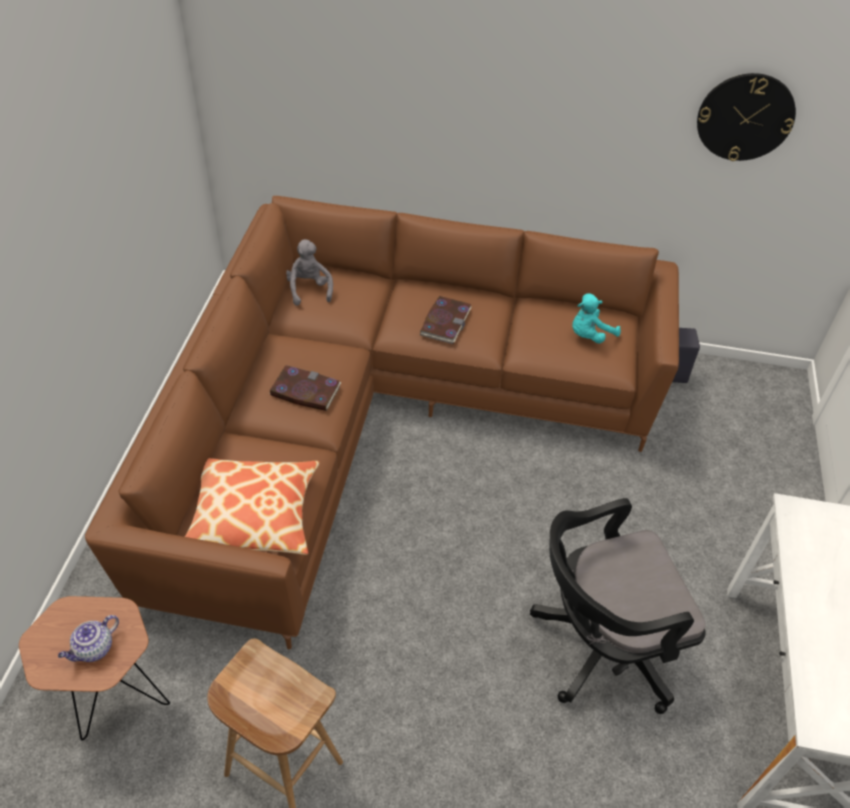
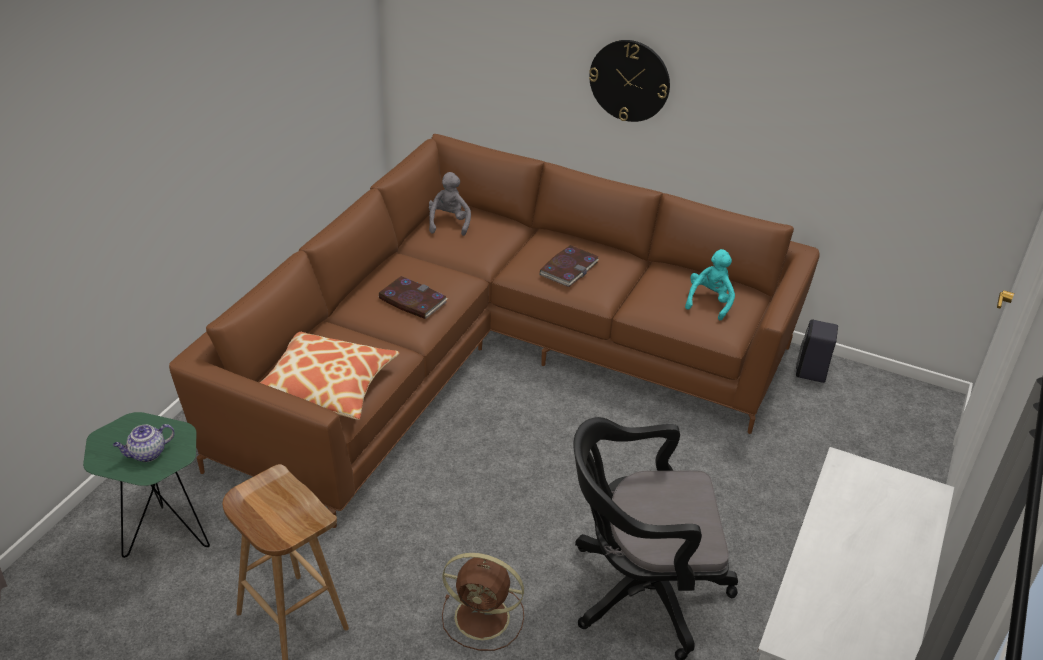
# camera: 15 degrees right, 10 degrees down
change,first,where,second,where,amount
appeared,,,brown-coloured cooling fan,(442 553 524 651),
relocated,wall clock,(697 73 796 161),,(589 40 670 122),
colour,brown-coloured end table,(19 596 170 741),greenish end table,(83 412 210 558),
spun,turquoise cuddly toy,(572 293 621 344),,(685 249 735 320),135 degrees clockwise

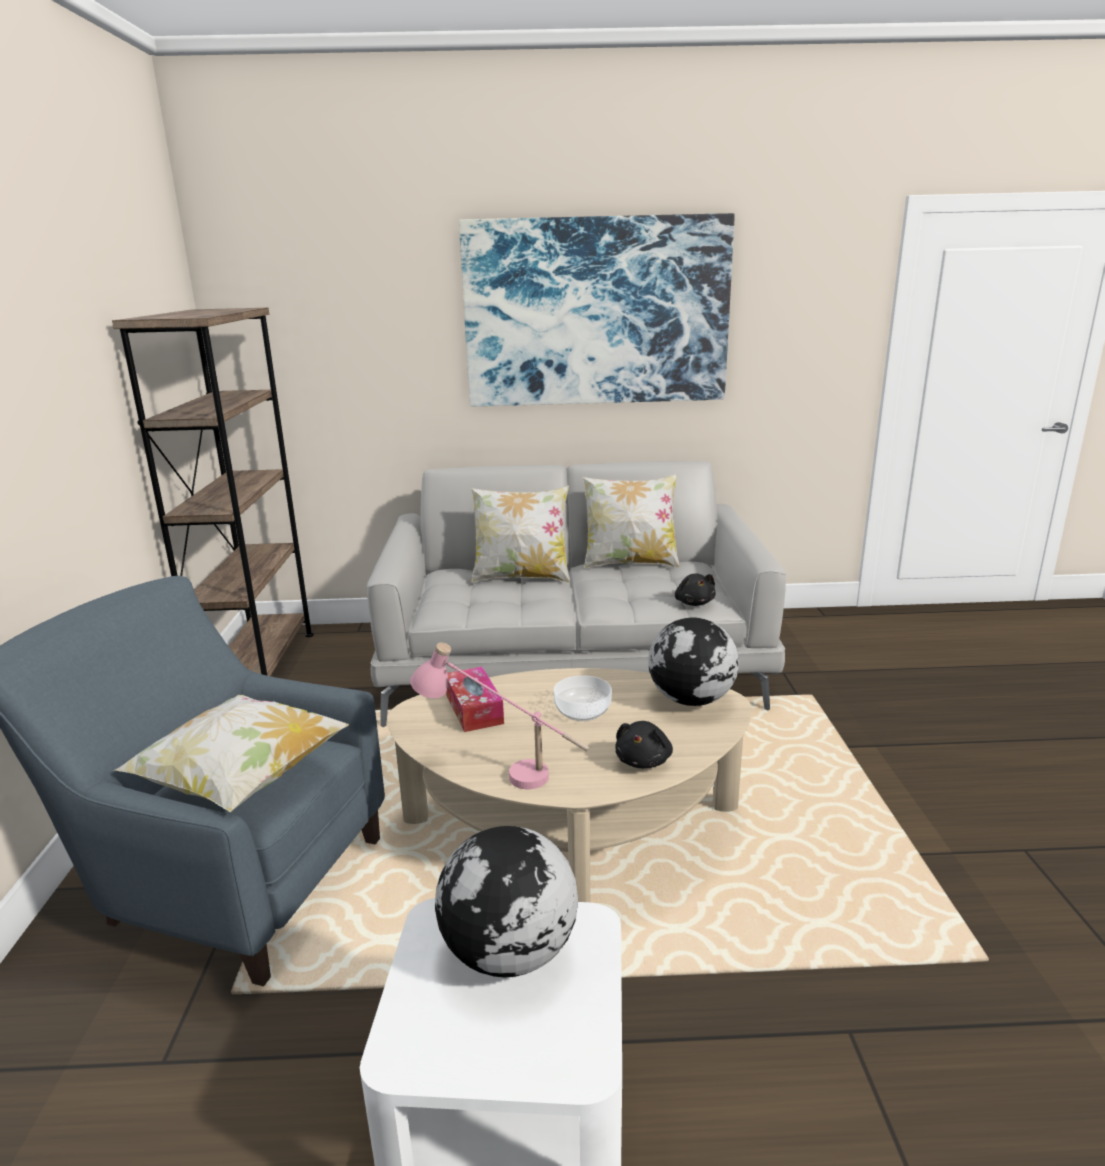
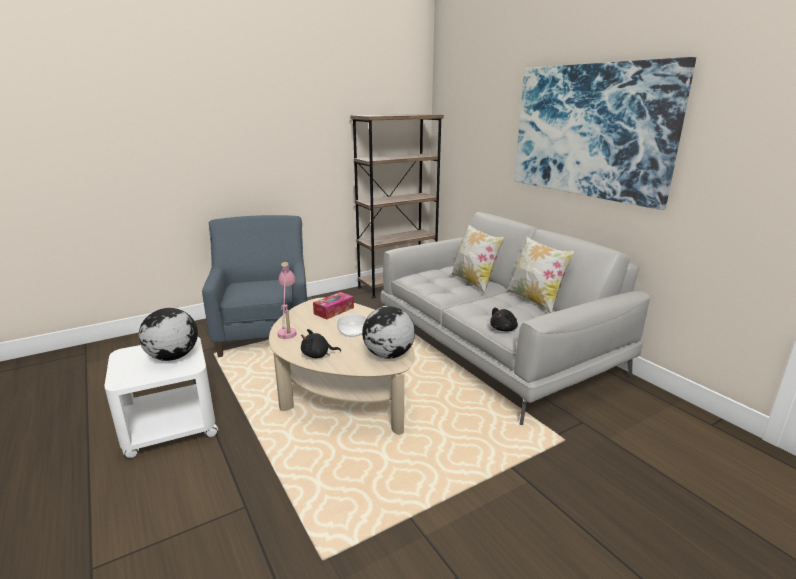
# camera: 60 degrees right, 0 degrees up
change,first,where,second,where,amount
missing,throw pillow,(114 695 349 812),,,

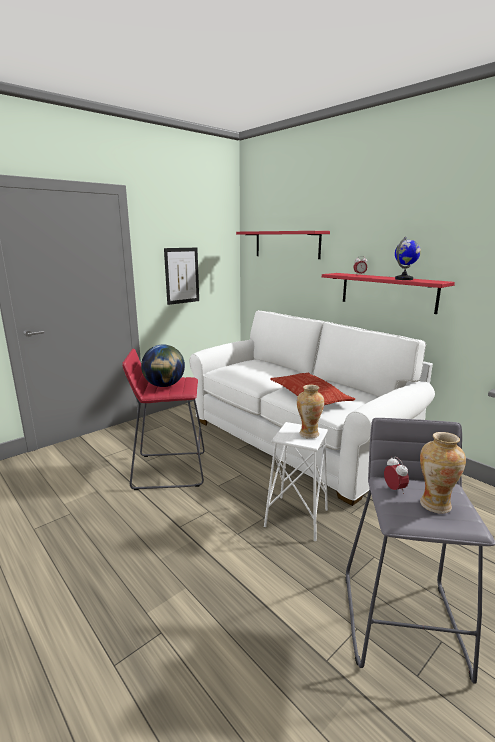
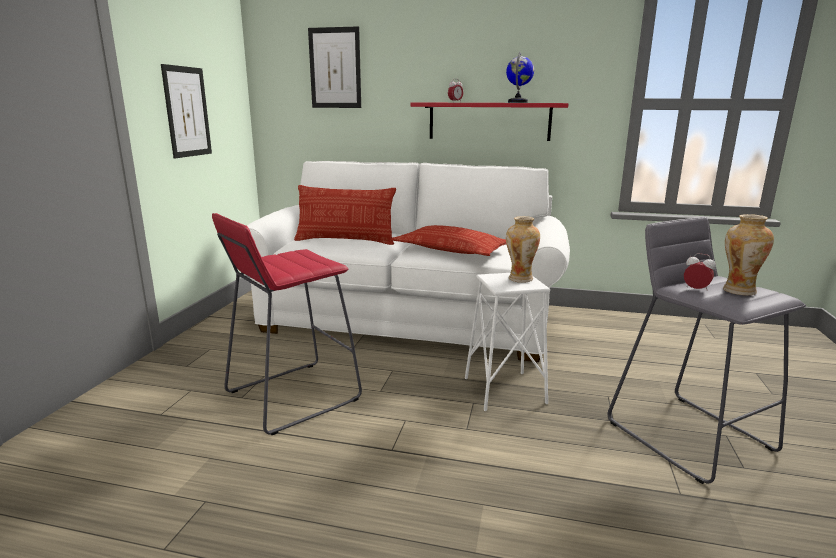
# camera: 35 degrees left, 0 degrees up
change,first,where,second,where,amount
missing,desk globe,(141 344 185 387),,,
appeared,,,throw pillow,(294 185 396 245),
exchanged,red bracket shelf,(236 231 330 259),picture,(308 26 361 108),

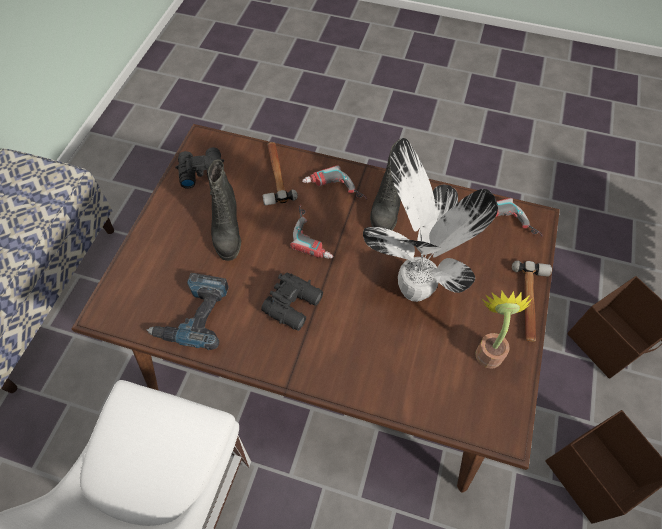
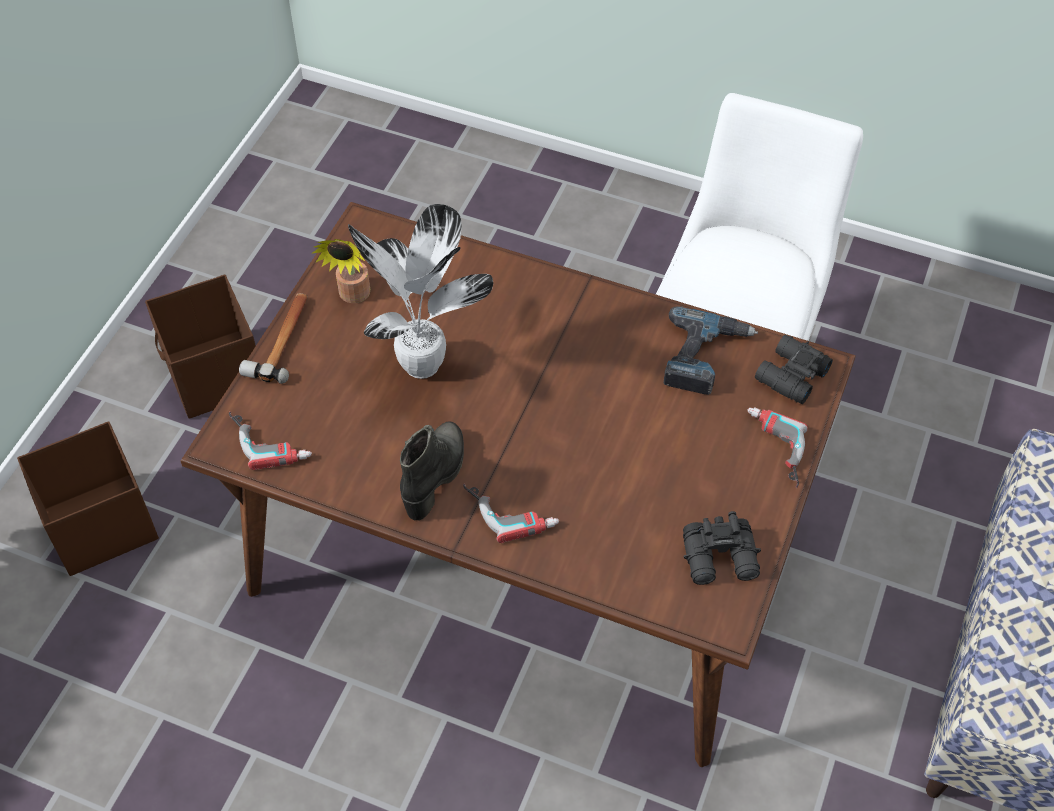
# camera: 175 degrees left, 5 degrees down
change,first,where,second,where,amount
missing,black-coloured boot,(208 159 241 261),,,
missing,hand hammer,(262 142 298 205),,,
relocated,black-coloured field glasses,(261 272 323 331),,(755 335 833 404),
relocated,power drill,(290 205 333 259),,(747 407 808 488),

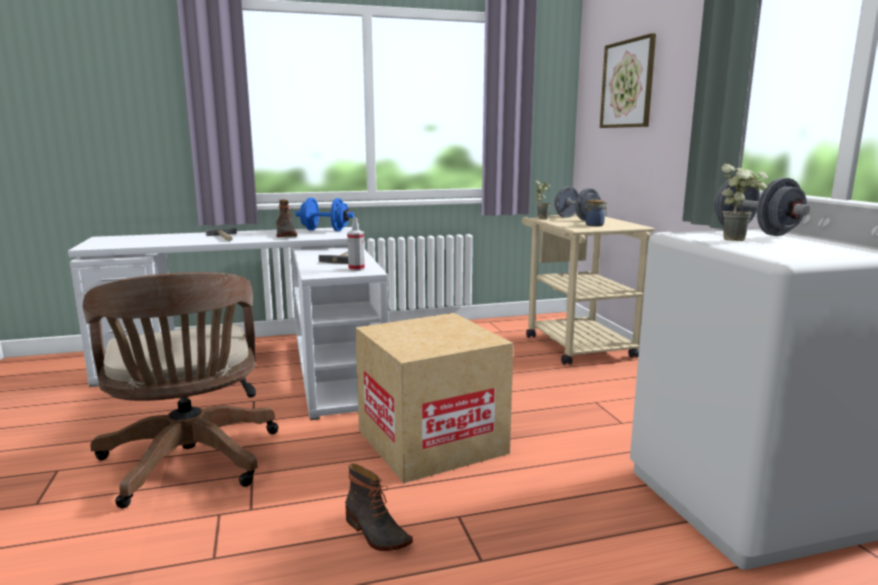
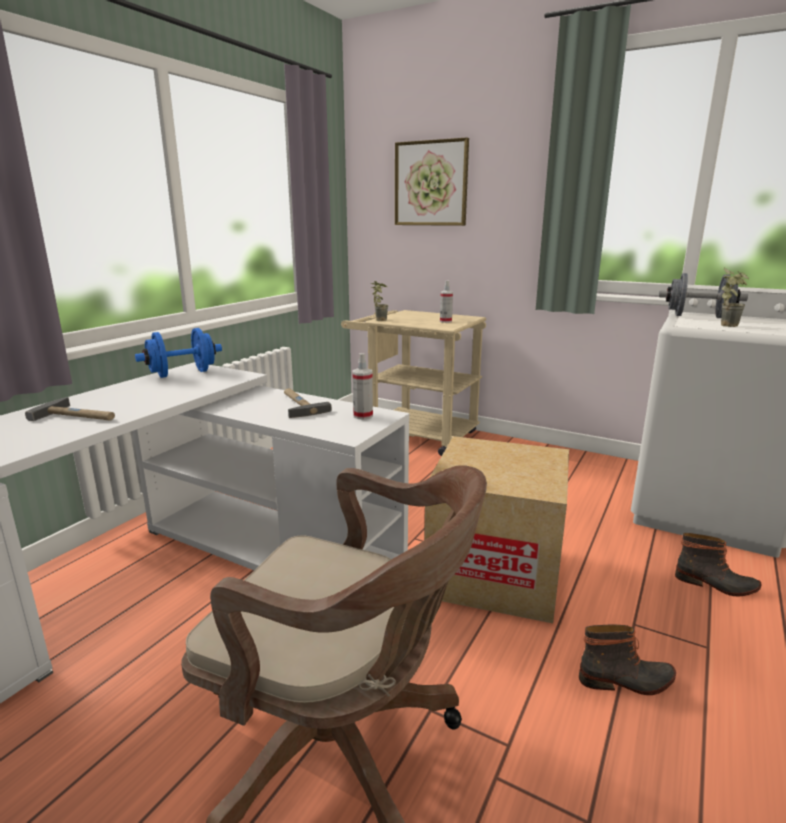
# camera: 45 degrees left, 5 degrees up
change,first,where,second,where,amount
missing,grey dumbbell,(554 186 601 221),,,
relocated,boot,(276 199 297 237),,(675 533 762 596),
exchanged,jar,(585 200 607 227),spray bottle,(440 281 453 323),

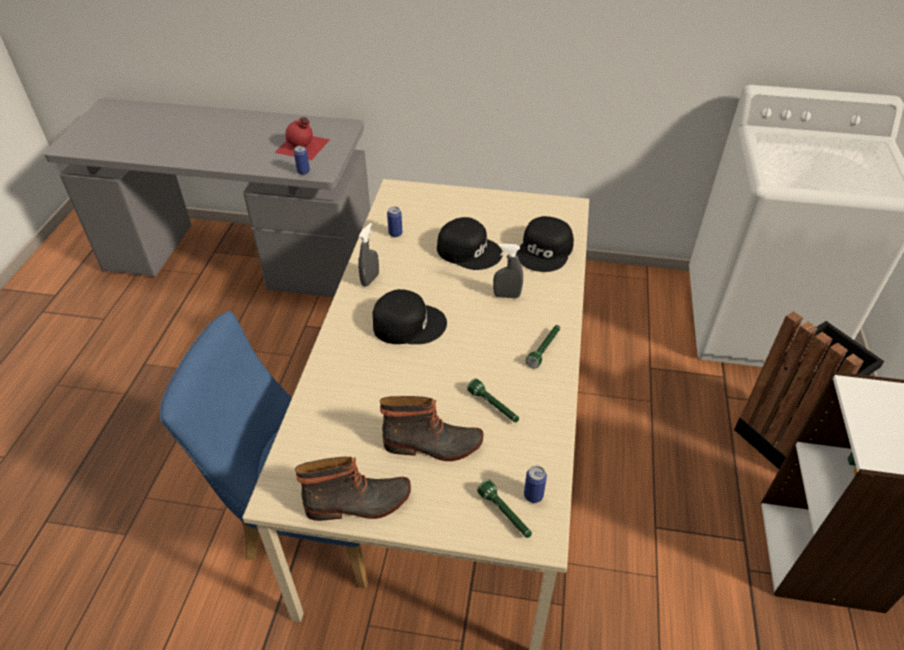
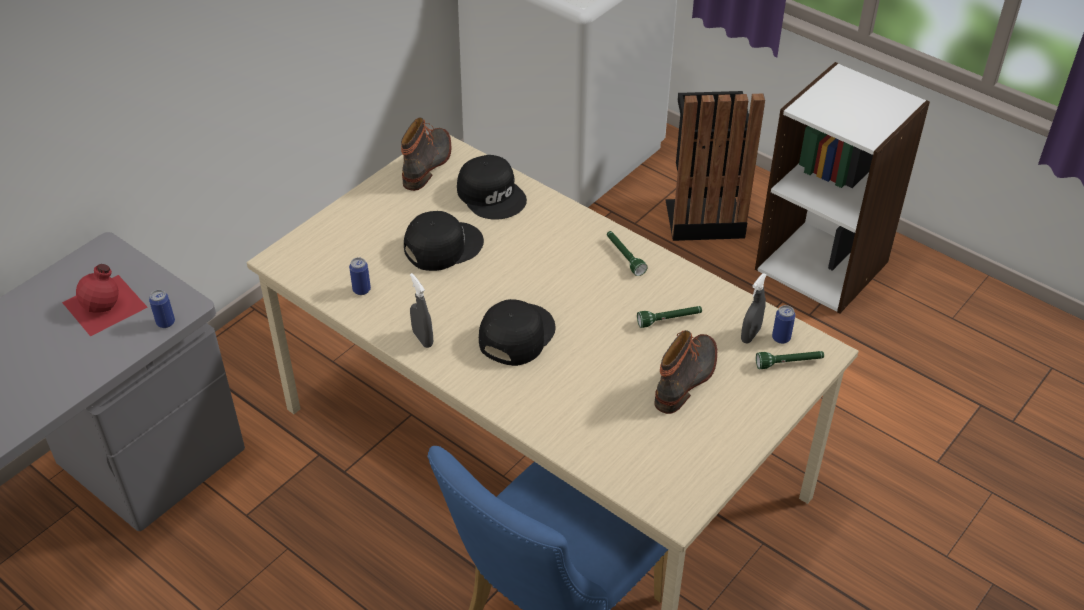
# camera: 60 degrees left, 0 degrees up
change,first,where,second,where,amount
relocated,boot,(295 457 411 521),,(401 117 451 191),
relocated,grey spray bottle,(493 244 523 298),,(741 273 767 344),

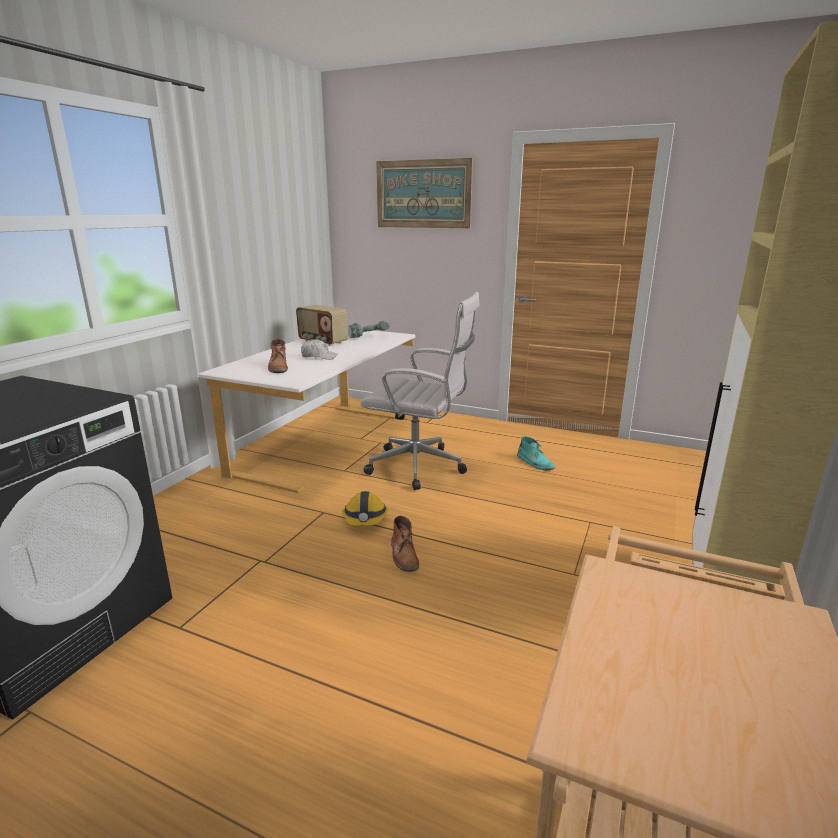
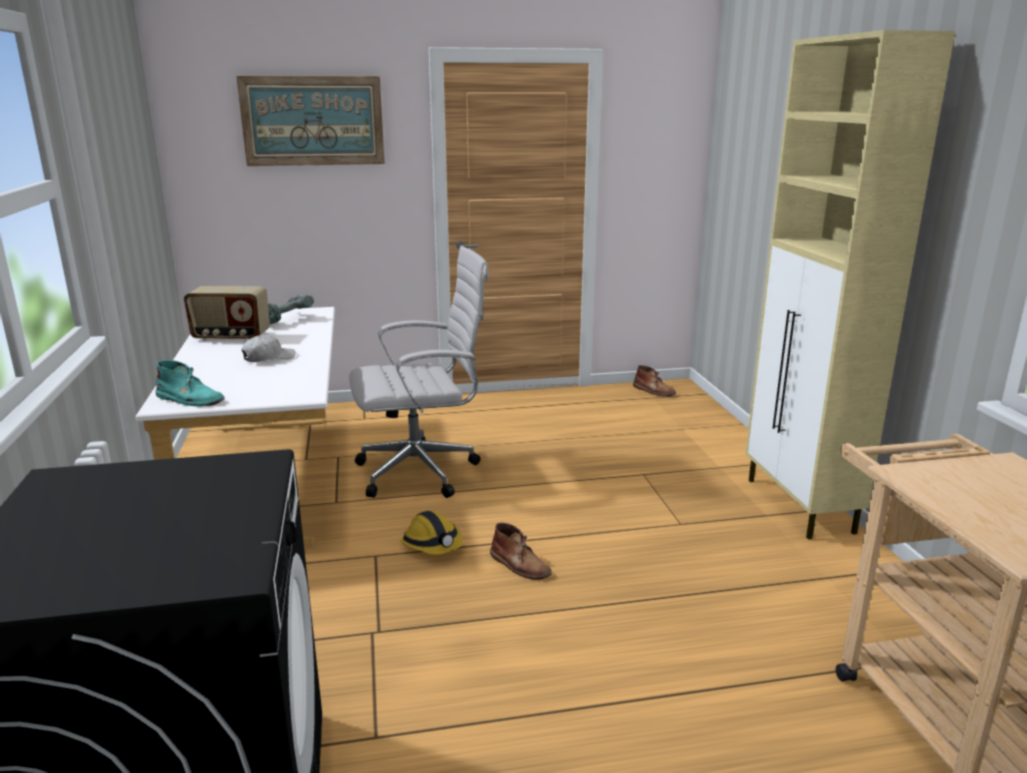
# camera: 35 degrees left, 0 degrees up
change,first,where,second,where,amount
relocated,brown-coloured boot,(268 339 288 373),,(633 365 676 397),
relocated,turquoise boot,(517 436 555 471),,(155 360 225 407),

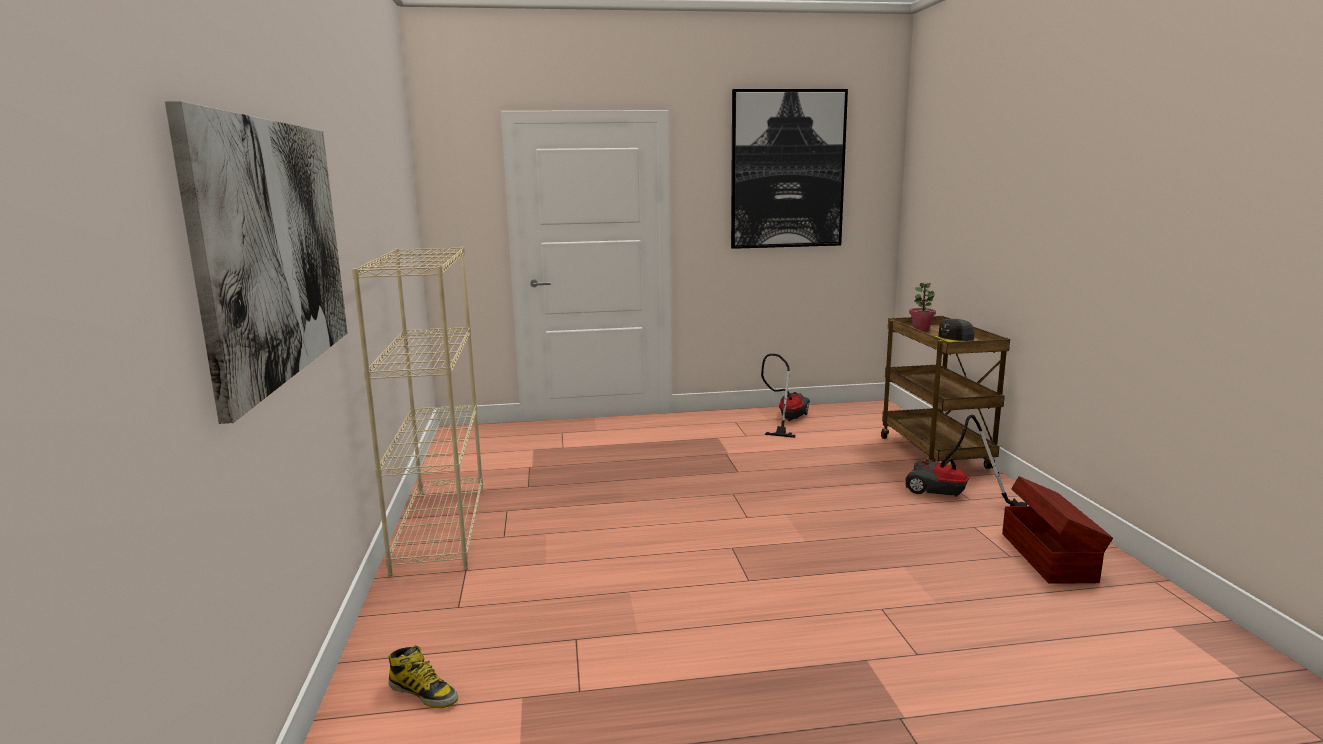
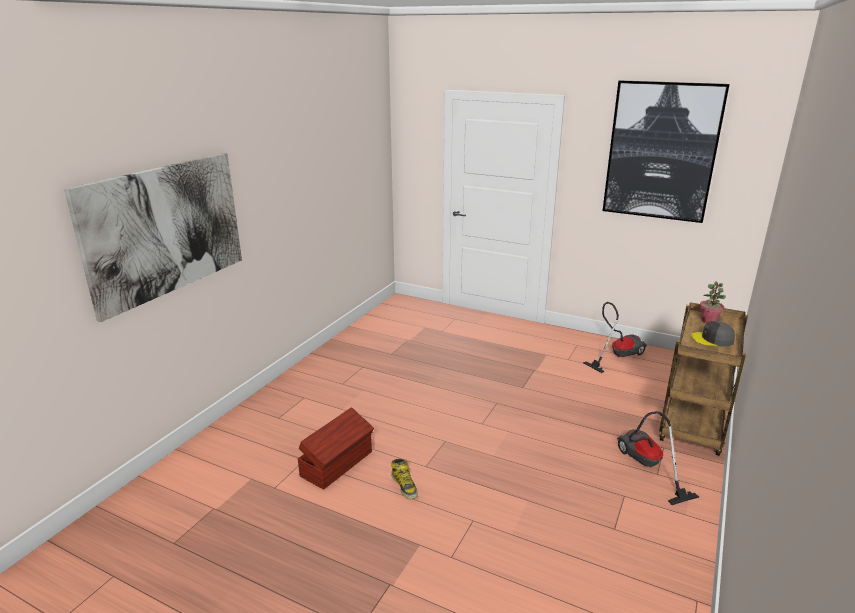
# camera: 35 degrees right, 10 degrees up
change,first,where,second,where,amount
missing,beige-coloured bookcase,(352 247 483 577),,,
relocated,boot,(388 645 458 708),,(391 459 418 499),
relocated,brown-coloured storage box,(1002 476 1113 584),,(298 407 374 490),

